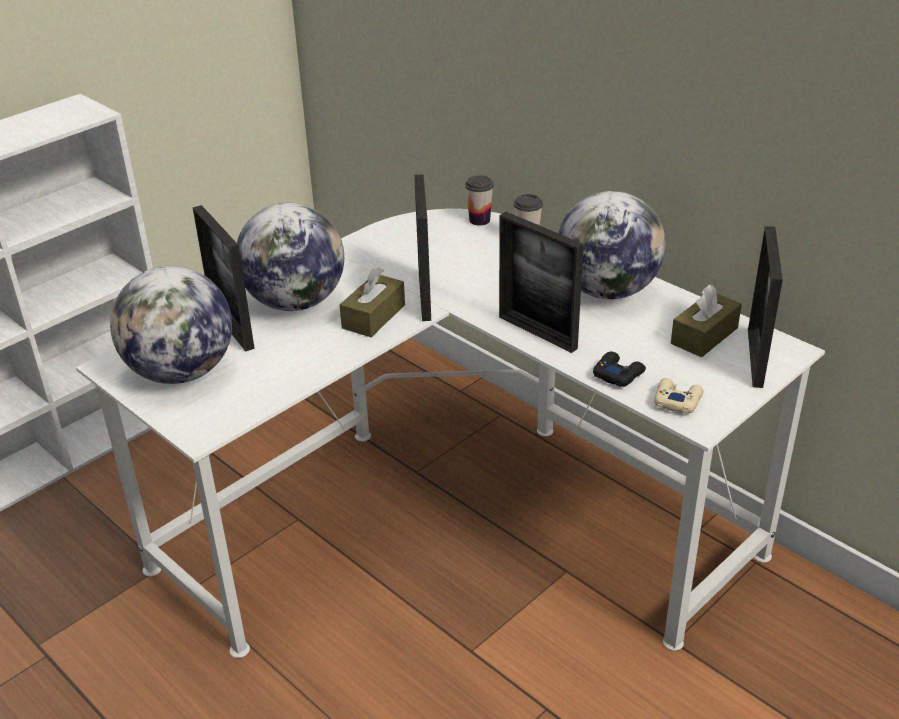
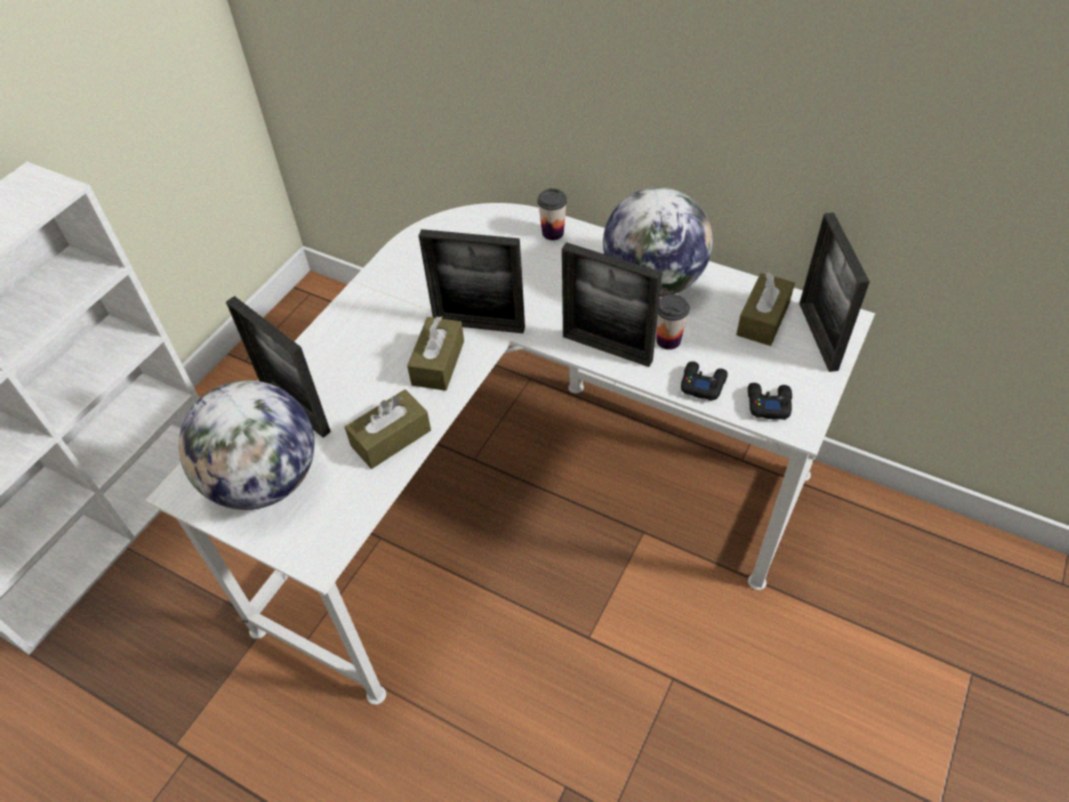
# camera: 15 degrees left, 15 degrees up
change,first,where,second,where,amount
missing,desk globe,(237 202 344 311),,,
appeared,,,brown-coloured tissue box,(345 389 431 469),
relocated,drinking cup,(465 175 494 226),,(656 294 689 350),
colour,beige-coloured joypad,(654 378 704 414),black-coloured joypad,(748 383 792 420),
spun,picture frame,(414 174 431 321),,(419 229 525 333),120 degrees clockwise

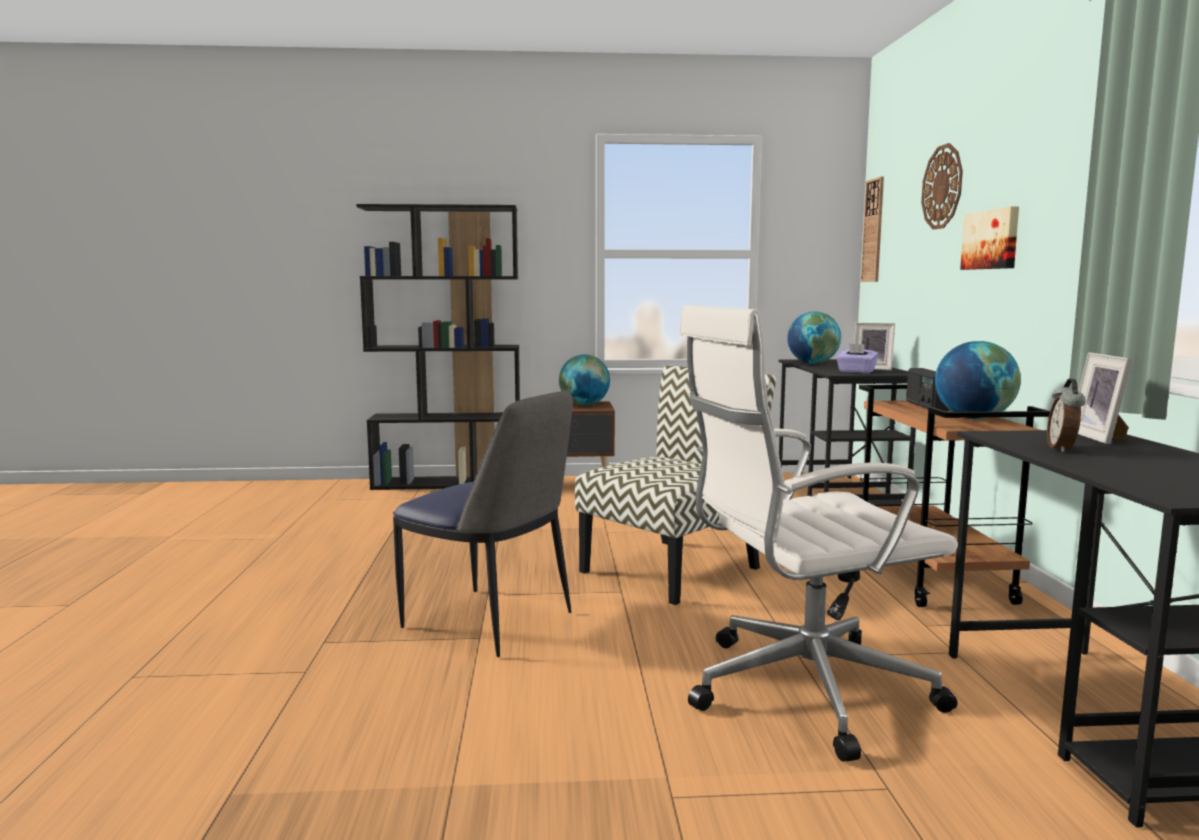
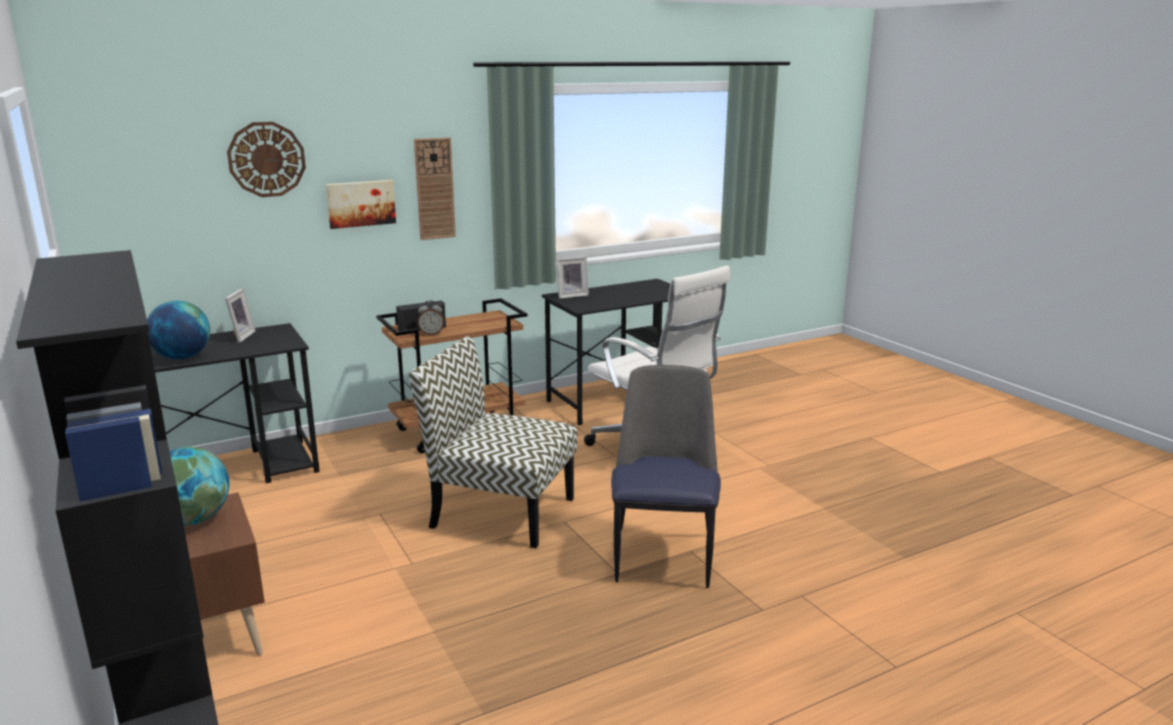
# camera: 115 degrees left, 10 degrees up
change,first,where,second,where,amount
missing,purple tissue box,(836 343 879 373),,,
missing,desk globe,(935 341 1021 419),,,
relocated,wall clock,(861 176 884 282),,(414 138 456 240),
relocated,bedside clock,(1047 379 1086 452),,(418 300 444 335),

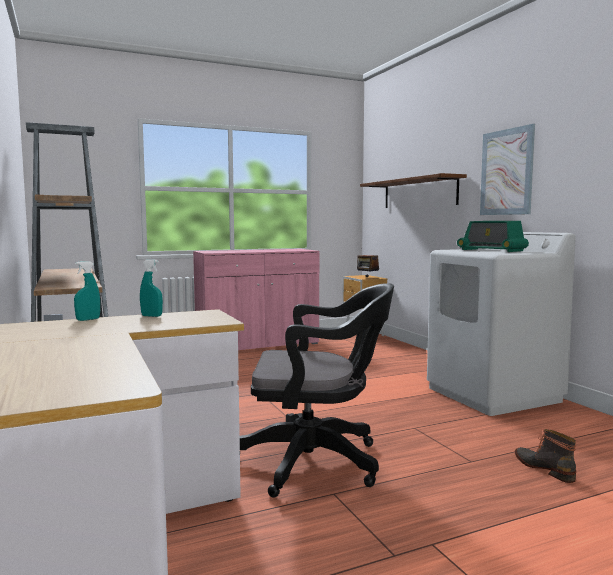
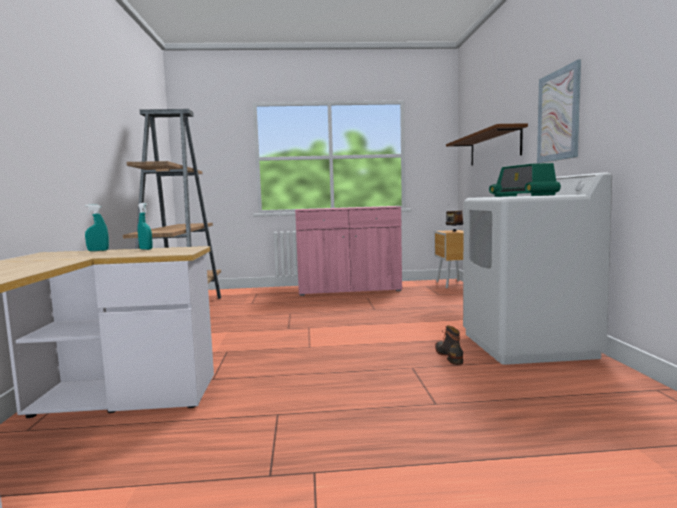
# camera: 20 degrees right, 0 degrees up
change,first,where,second,where,amount
missing,black-coloured computer chair,(240 283 394 497),,,
relocated,boot,(515 429 576 483),,(435 325 463 365),

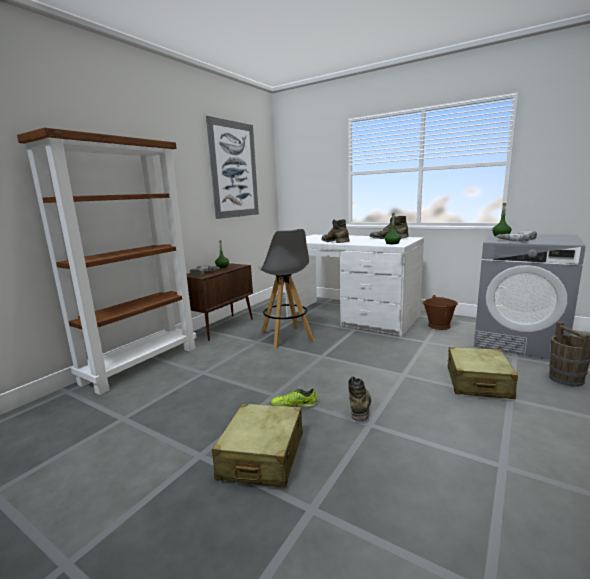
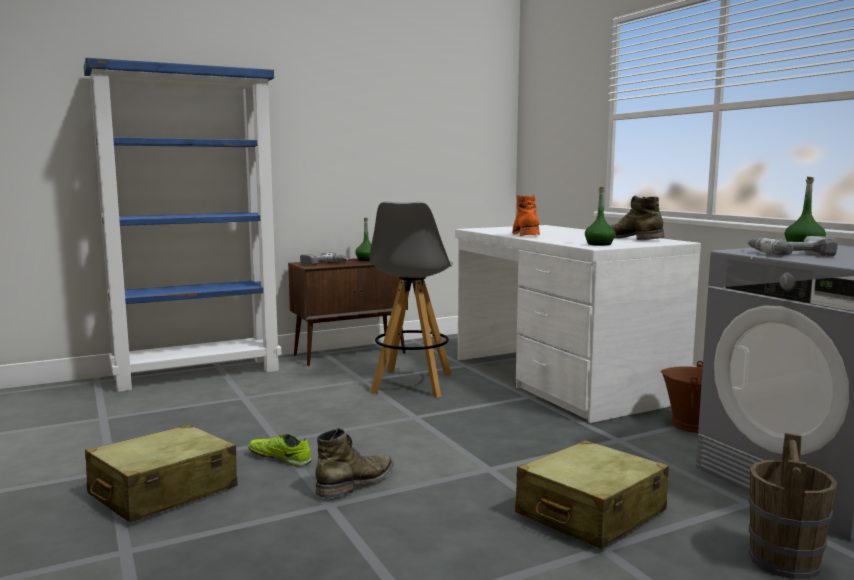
# camera: 30 degrees right, 5 degrees down
change,first,where,second,where,amount
missing,picture,(206 116 259 219),,,
colour,brown-coloured bookcase,(17 128 196 395),blue bookcase,(84 58 282 392),
colour,greenish boot,(321 219 350 243),orange boot,(512 194 540 236),

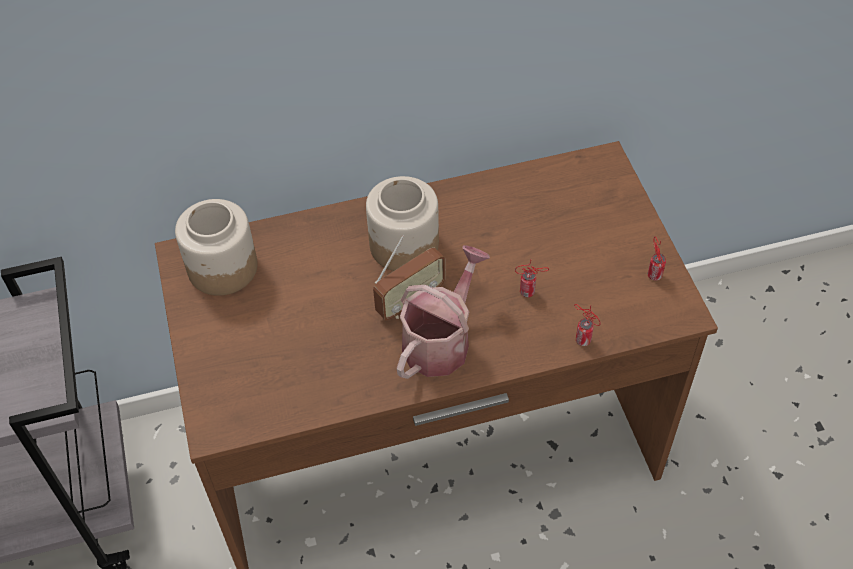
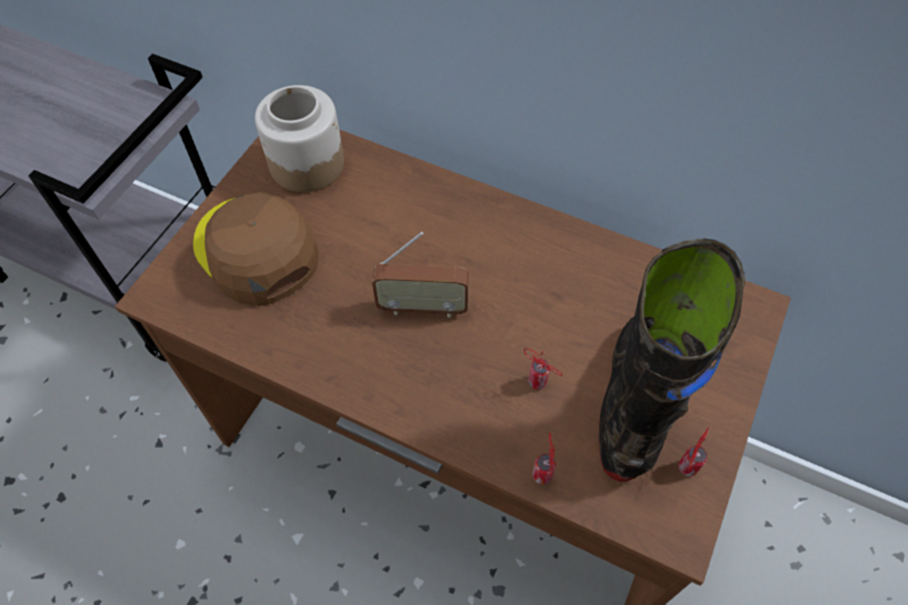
# camera: 40 degrees right, 5 degrees up
change,first,where,second,where,amount
missing,jar,(366 176 439 271),,,
missing,watering can,(397 245 490 379),,,
appeared,,,brown-coloured baseball cap,(193 192 319 306),
appeared,,,black-coloured boot,(599 239 746 482),

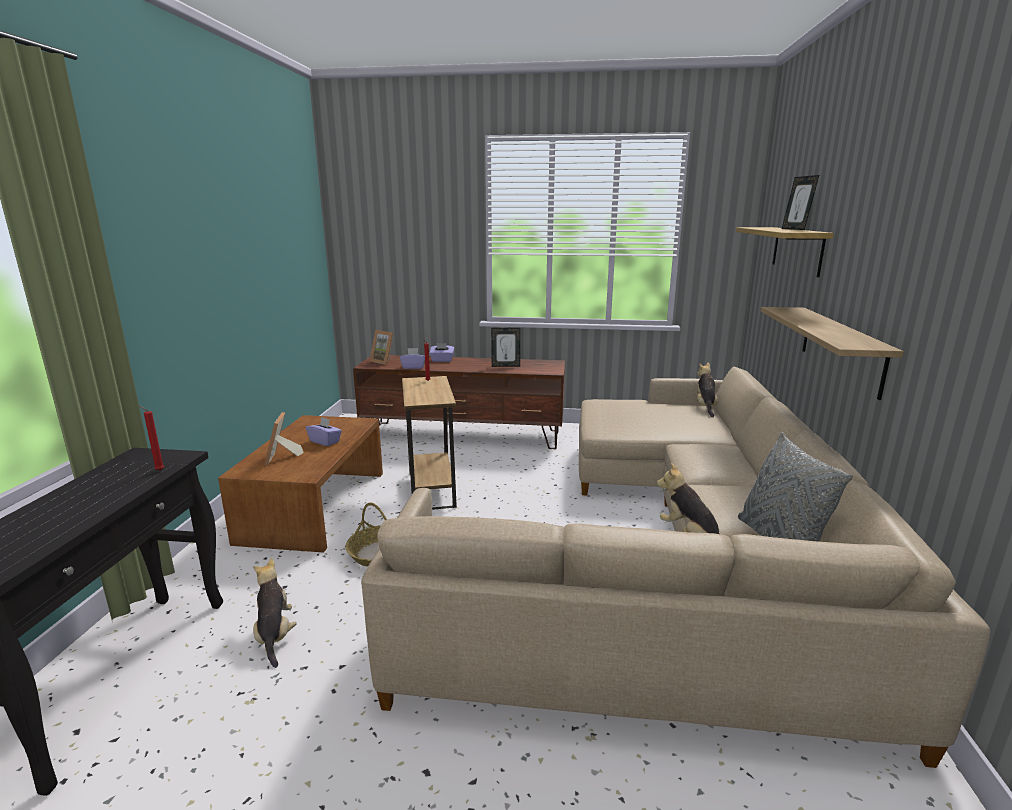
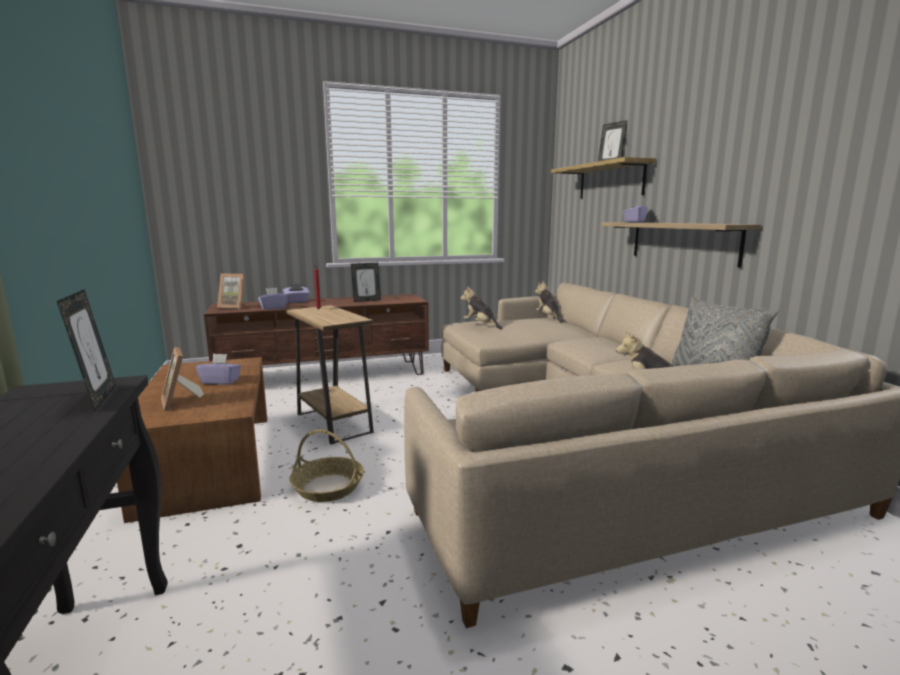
# camera: 25 degrees left, 5 degrees down
change,first,where,second,where,amount
appeared,,,purple tissue box,(623 200 648 222),
relocated,cuddly toy,(253 558 297 668),,(461 286 502 330),
exchanged,red wax light,(140 406 164 470),picture frame,(57 289 116 411),

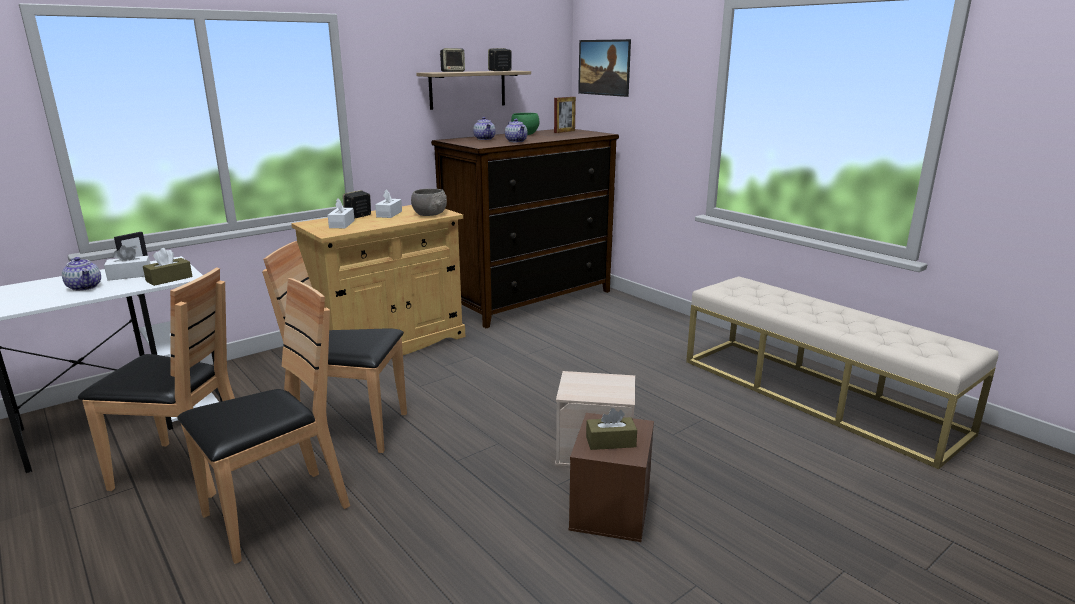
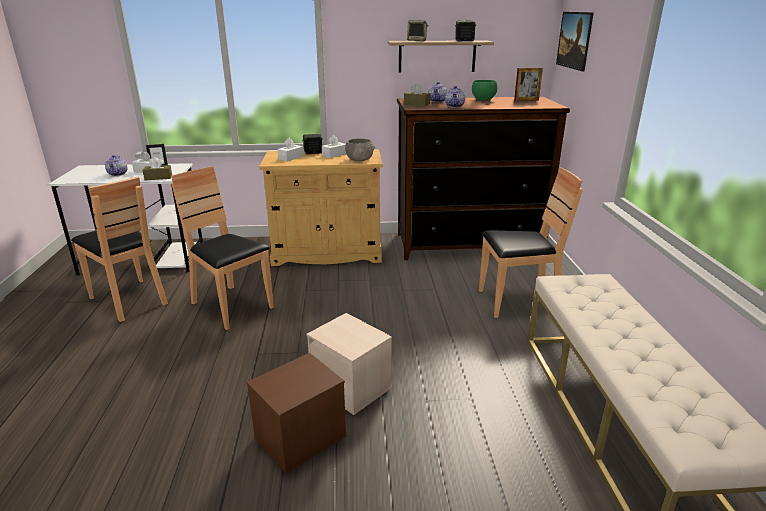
# camera: 35 degrees right, 5 degrees up
change,first,where,second,where,amount
relocated,brown-coloured plain chair,(177 278 350 564),,(479 167 583 318),
relocated,brown-coloured tissue box,(586 408 637 450),,(404 83 431 106),

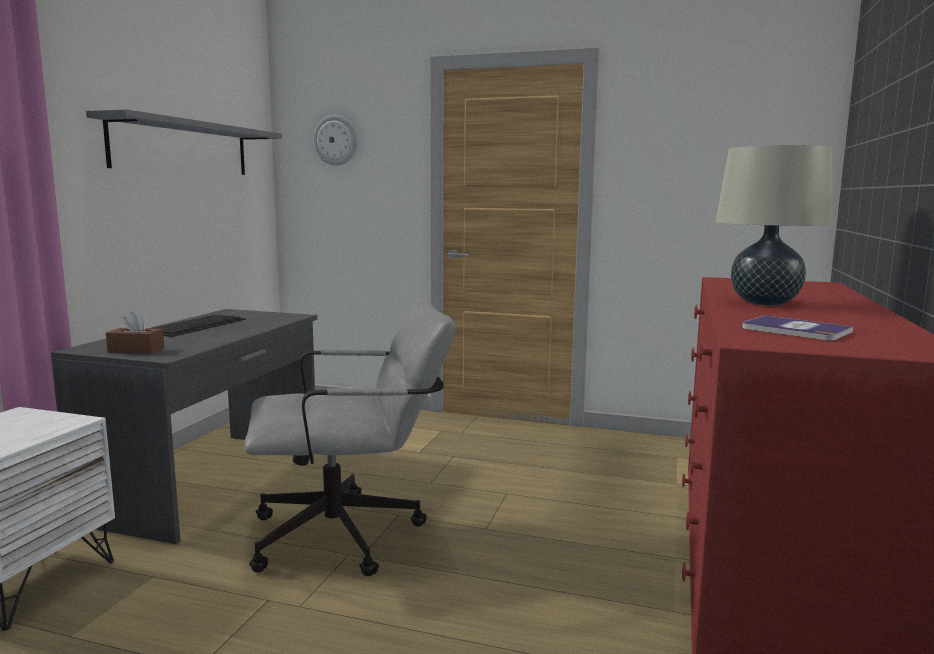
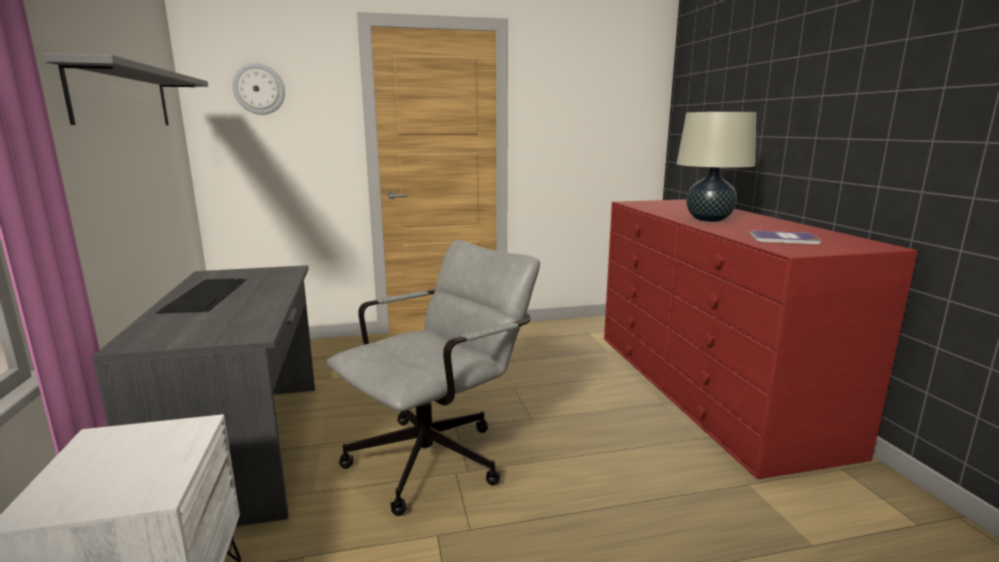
# camera: 30 degrees left, 5 degrees up
change,first,where,second,where,amount
missing,brown-coloured tissue box,(106 312 164 354),,,

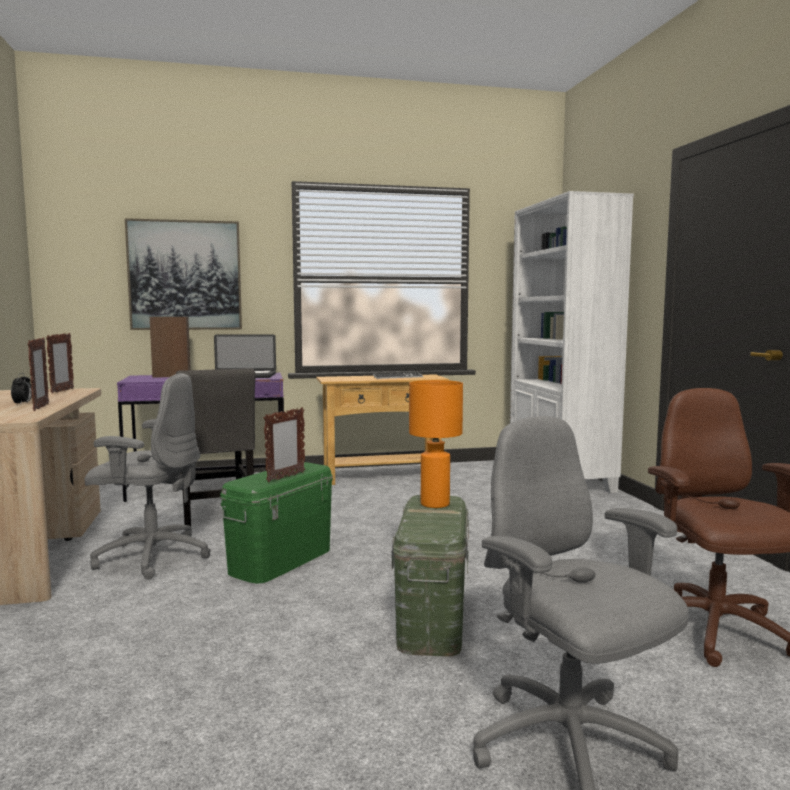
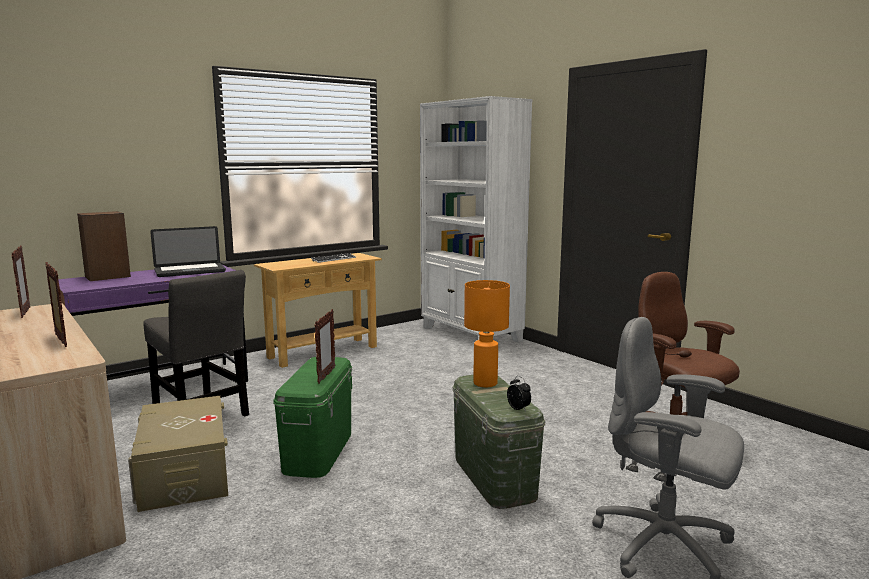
# camera: 25 degrees left, 5 degrees up
change,first,where,second,where,amount
missing,picture,(125 218 242 330),,,
relocated,bedside clock,(11 373 32 405),,(507 376 531 412),
exchanged,grey computer chair,(84 373 211 579),beige-coloured storage box,(128 396 228 512),

